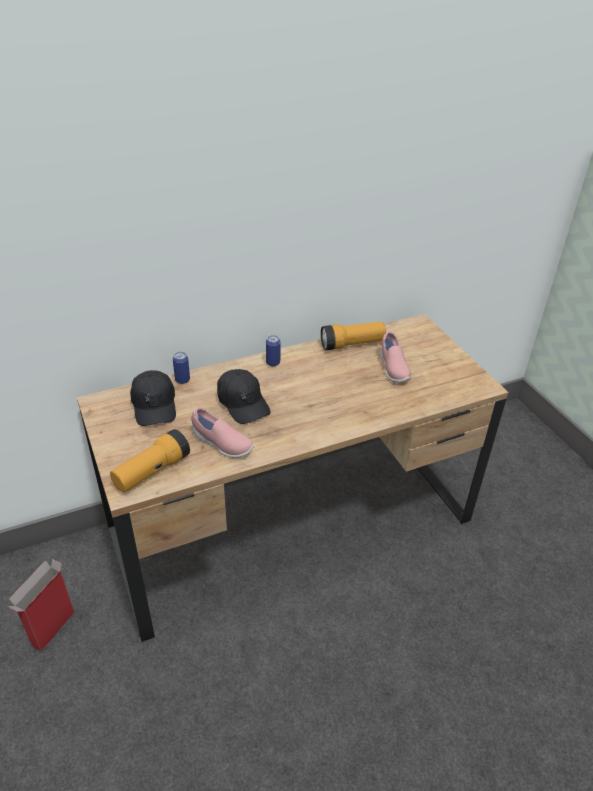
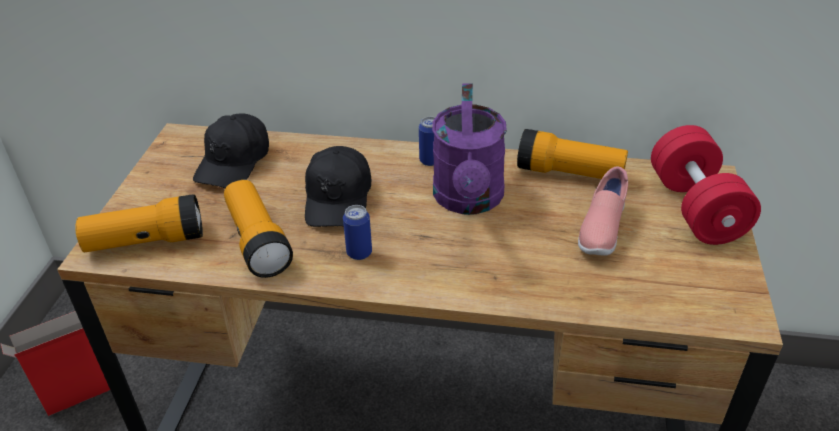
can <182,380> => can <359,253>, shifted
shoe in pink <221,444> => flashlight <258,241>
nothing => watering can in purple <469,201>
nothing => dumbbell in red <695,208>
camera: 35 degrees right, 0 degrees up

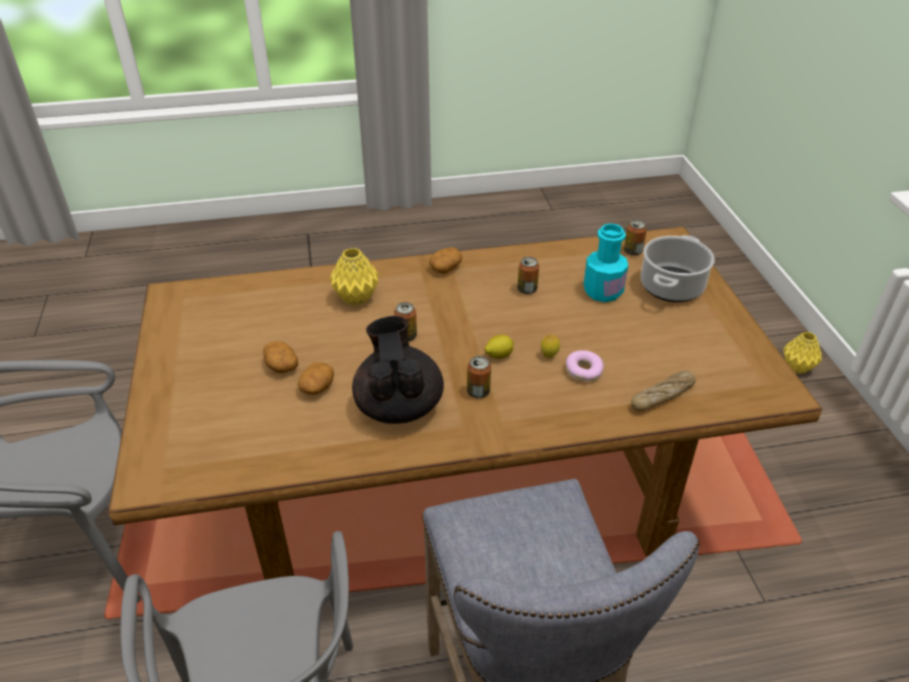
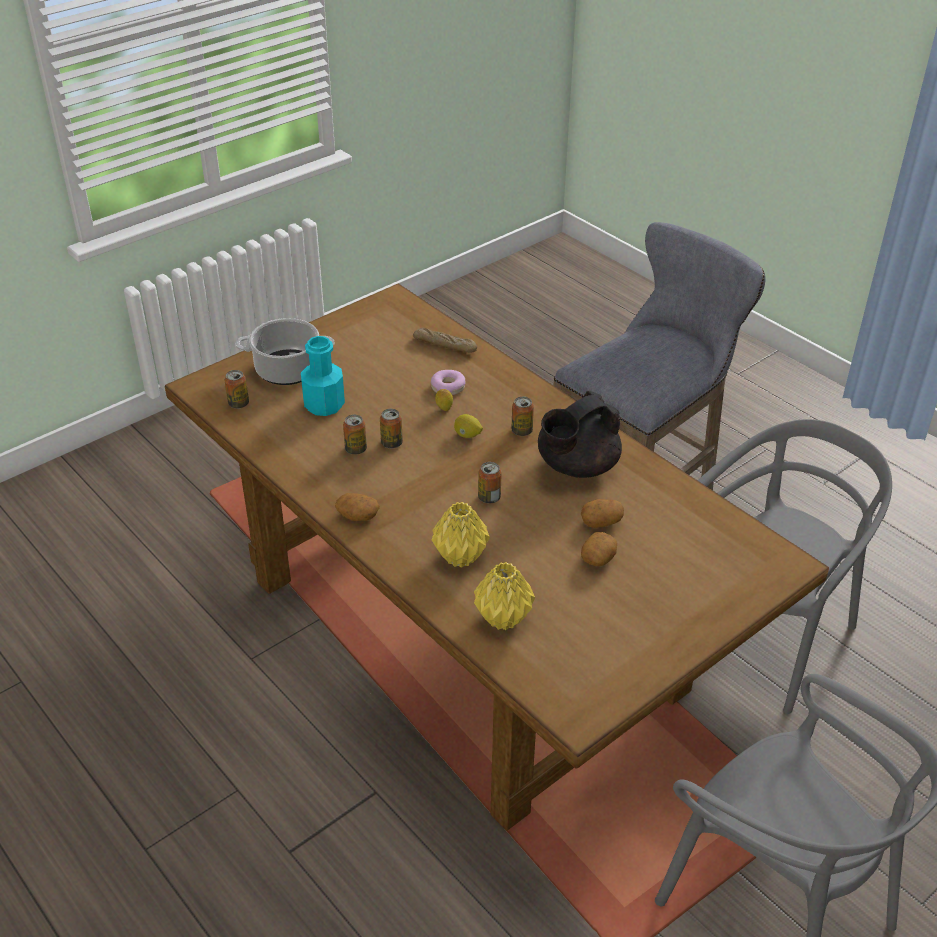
vase in yellow <796,367> => vase in yellow <504,619>, shifted
nothing => can <391,443>
camera: 120 degrees left, 0 degrees up

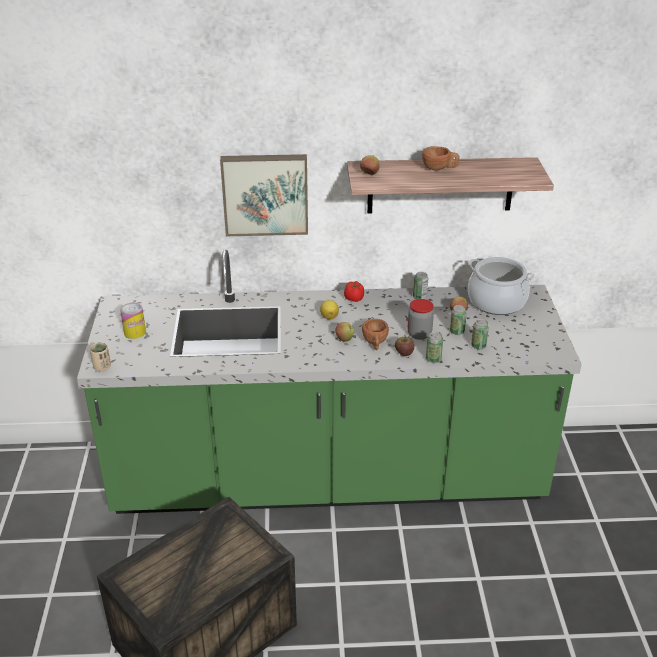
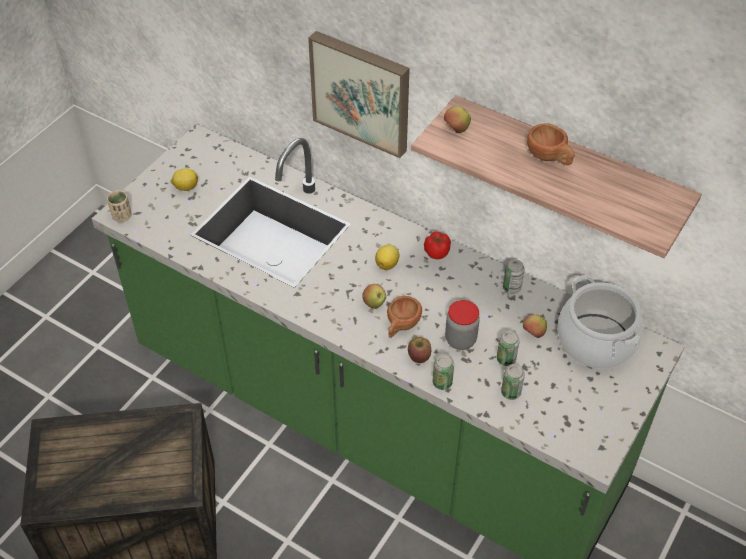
can <135,332> => lemon <185,187>
camera: 35 degrees right, 15 degrees up

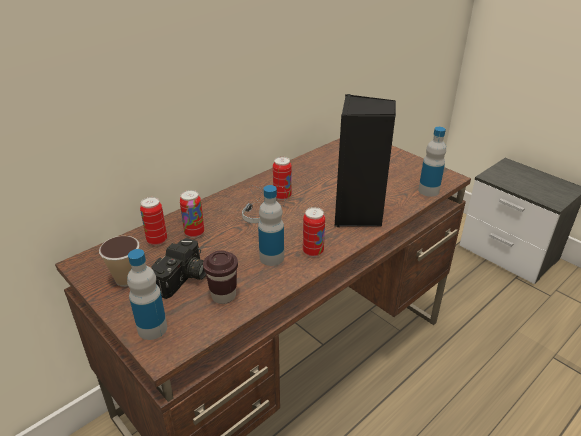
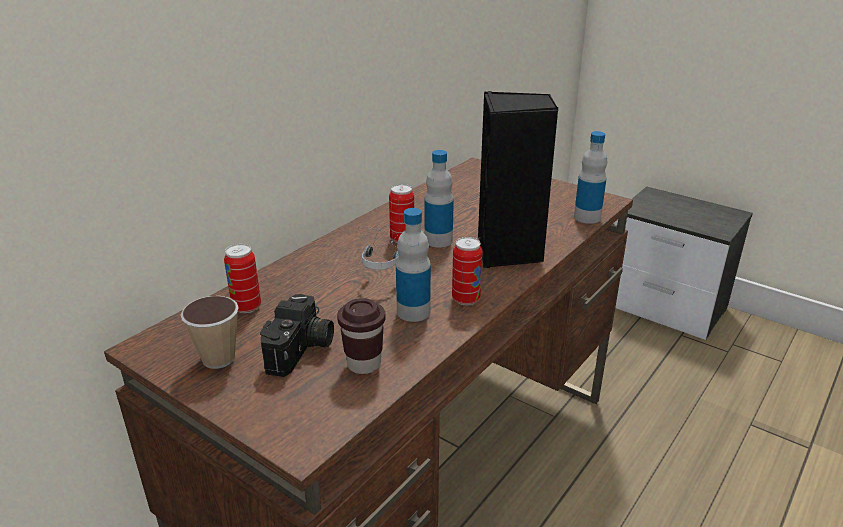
bottle <152,328> => bottle <438,240>, shifted
can <194,233> => nothing
camera: 10 degrees left, 5 degrees down

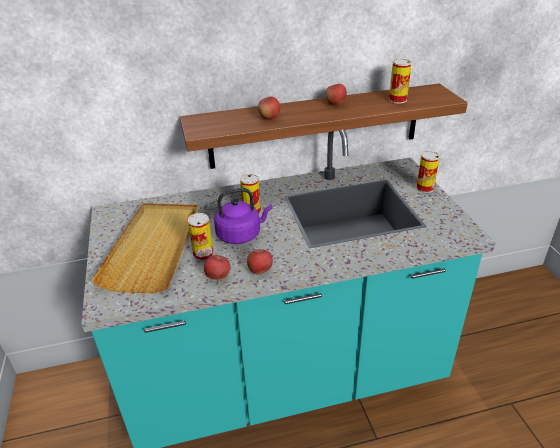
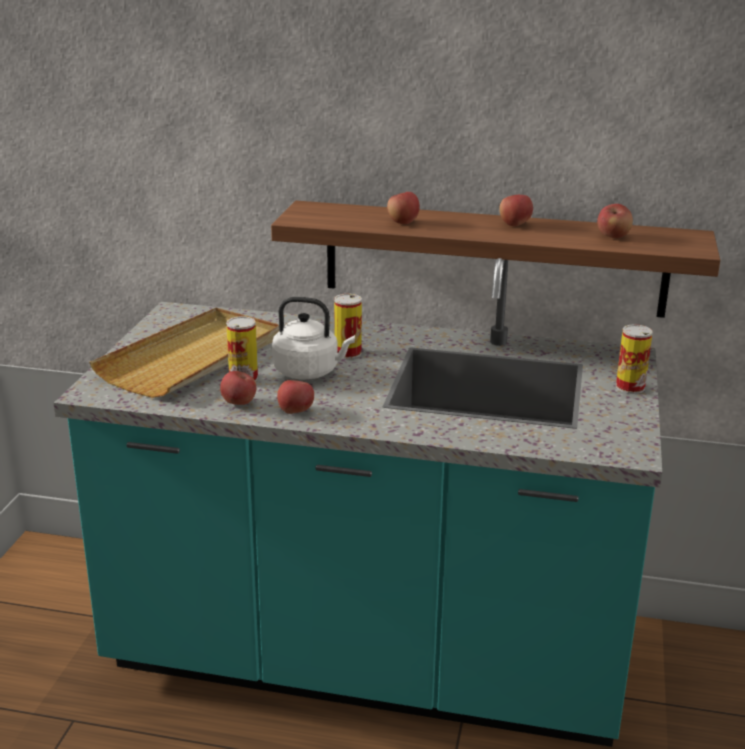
kettle in purple <241,235> => kettle in white <309,372>
can <397,100> => apple <613,237>
camera: 25 degrees right, 10 degrees down

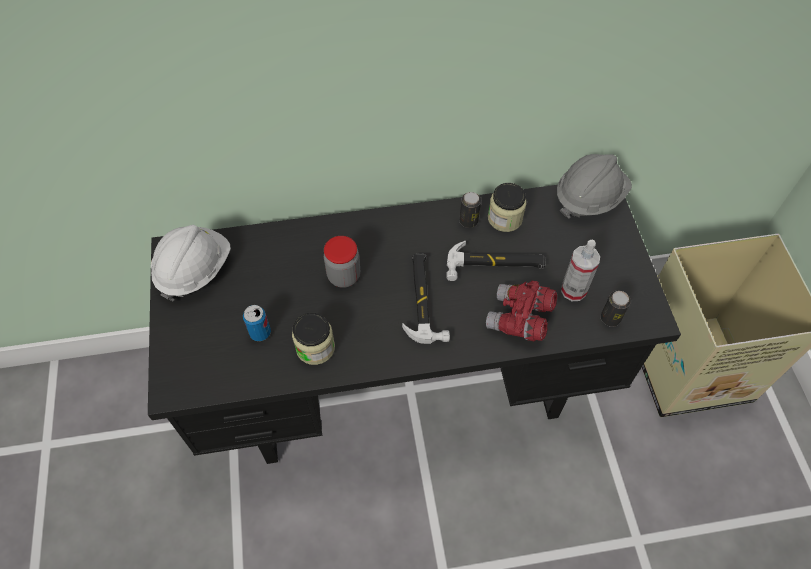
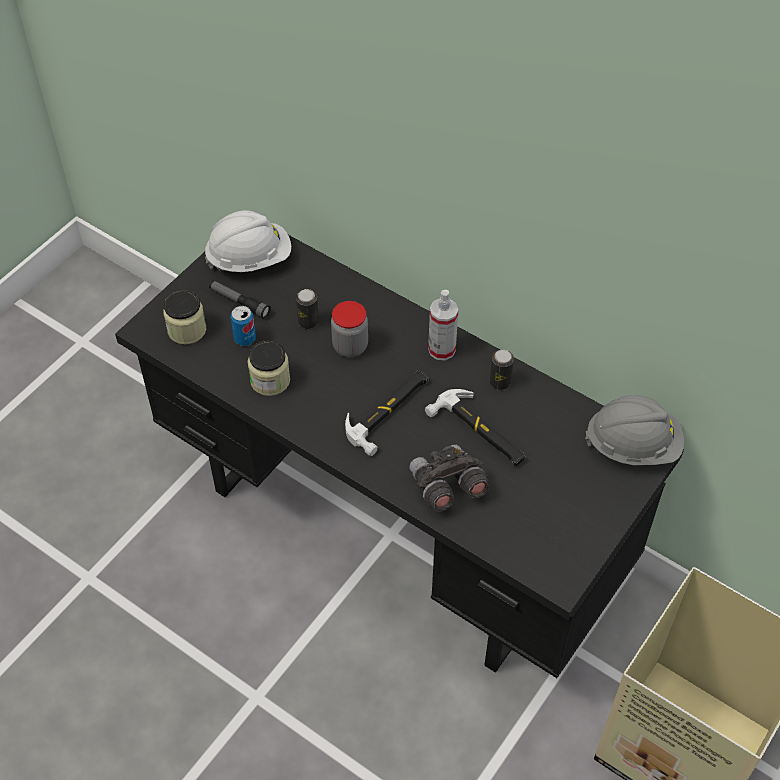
binoculars in red <519,319> => binoculars in grey <447,487>
jar <505,218> => jar <187,330>, shifted
spray bottle <573,290> => spray bottle <442,349>, shifted
can <610,318> => can <308,322>, shifted
nothing => flashlight <239,302>
camera: 45 degrees right, 5 degrees down

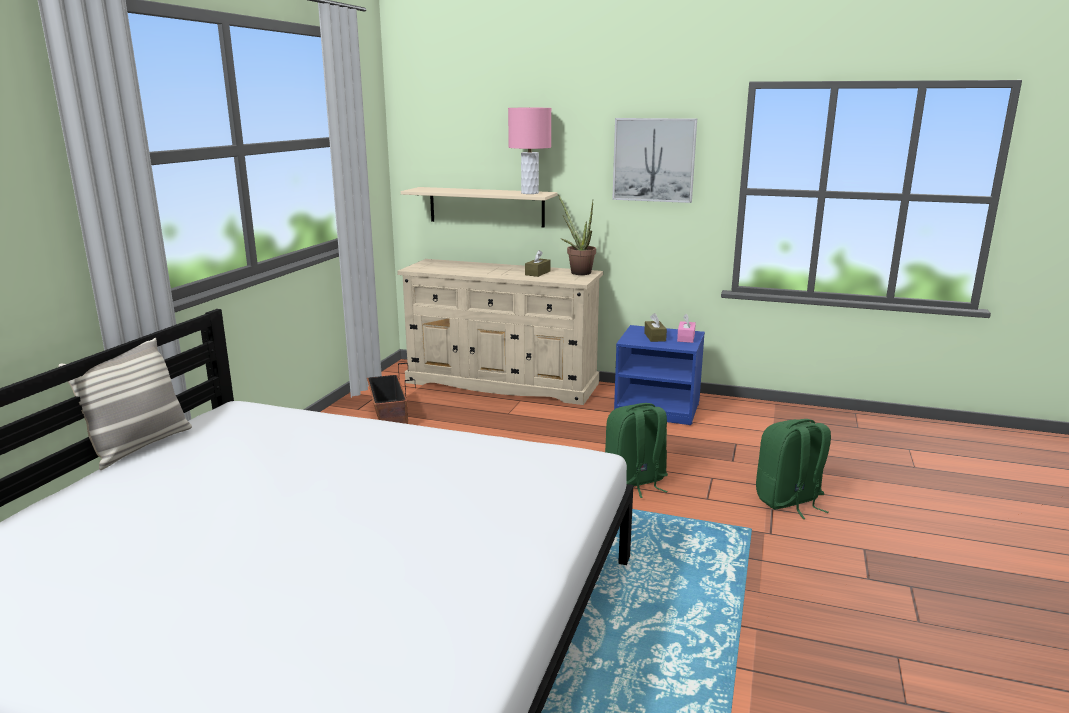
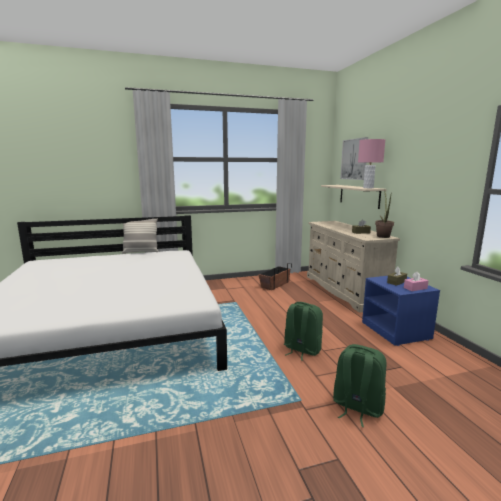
picture <654,160> => picture <354,159>, shifted
camera: 55 degrees right, 5 degrees down

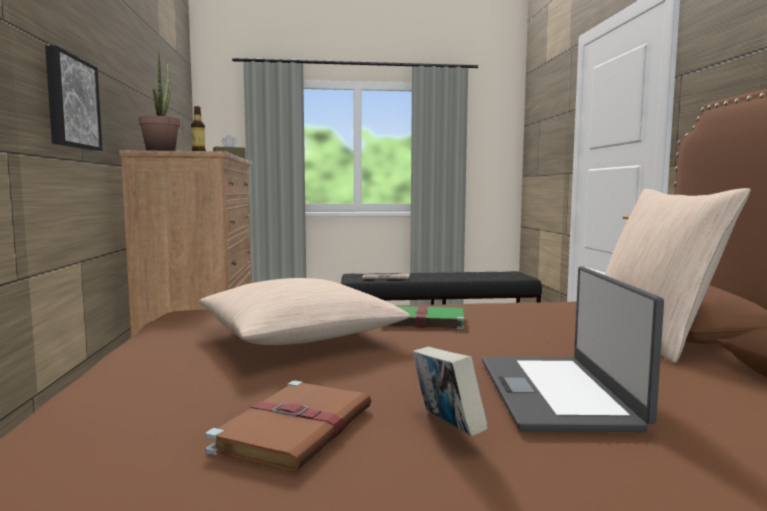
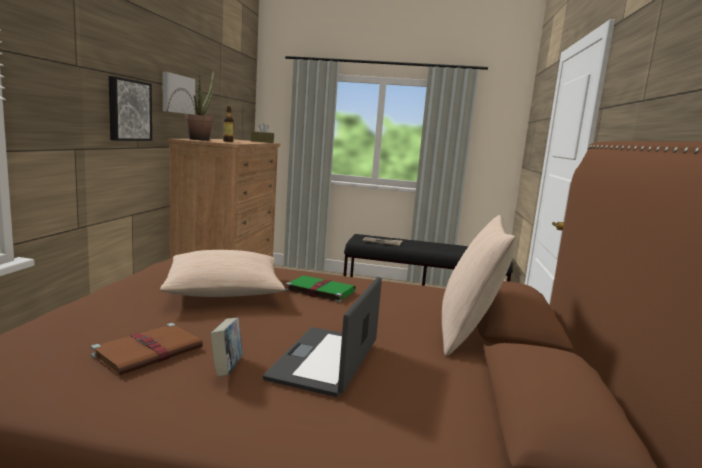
nothing => picture <177,94>
camera: 15 degrees right, 5 degrees up

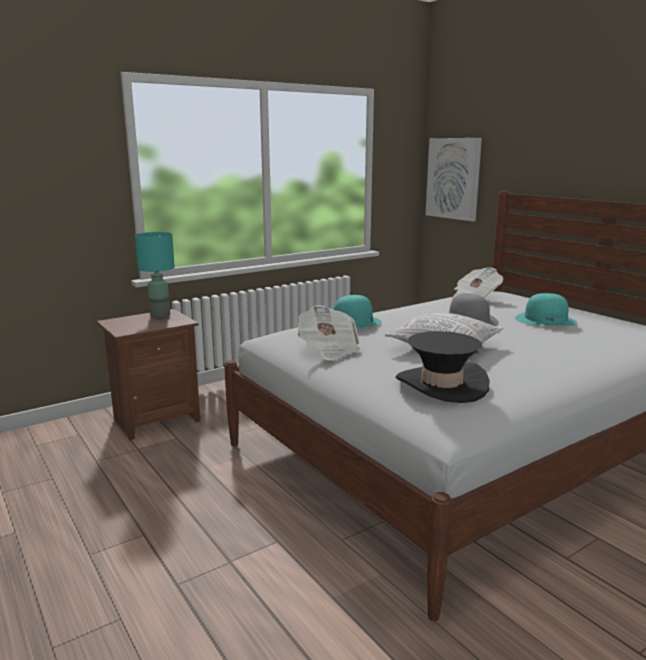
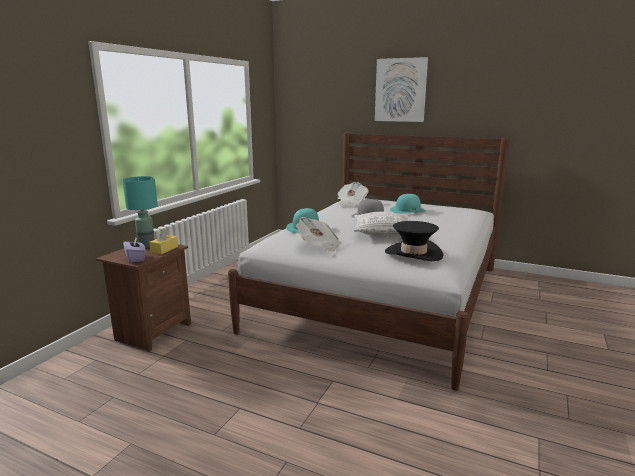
picture <453,178> => picture <400,90>, shifted
nothing => tissue box in purple <135,258>
nothing => tissue box in yellow <164,249>
camera: 30 degrees left, 0 degrees up

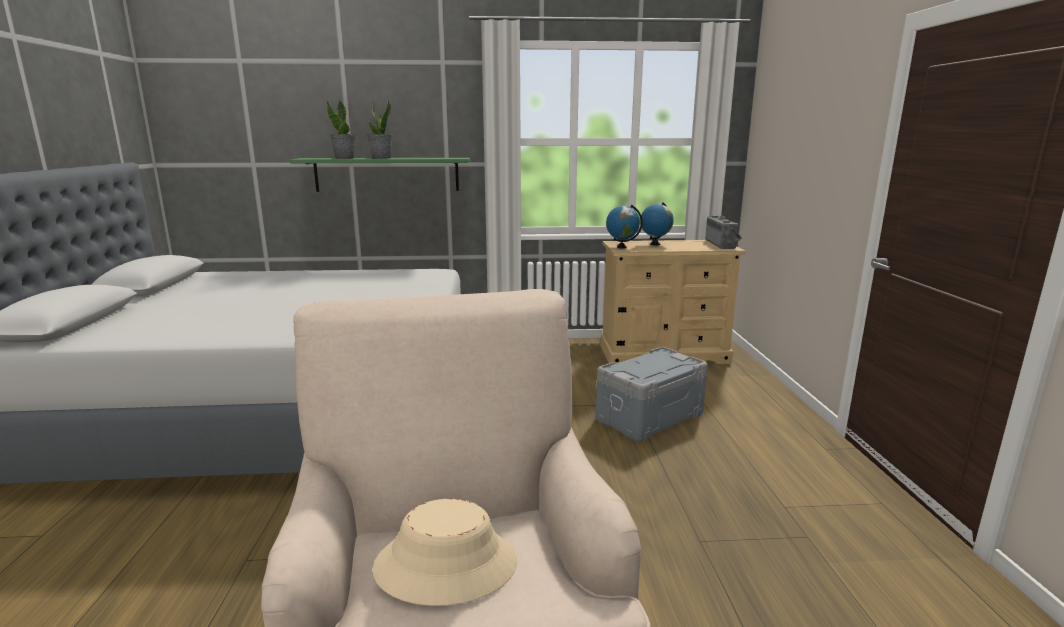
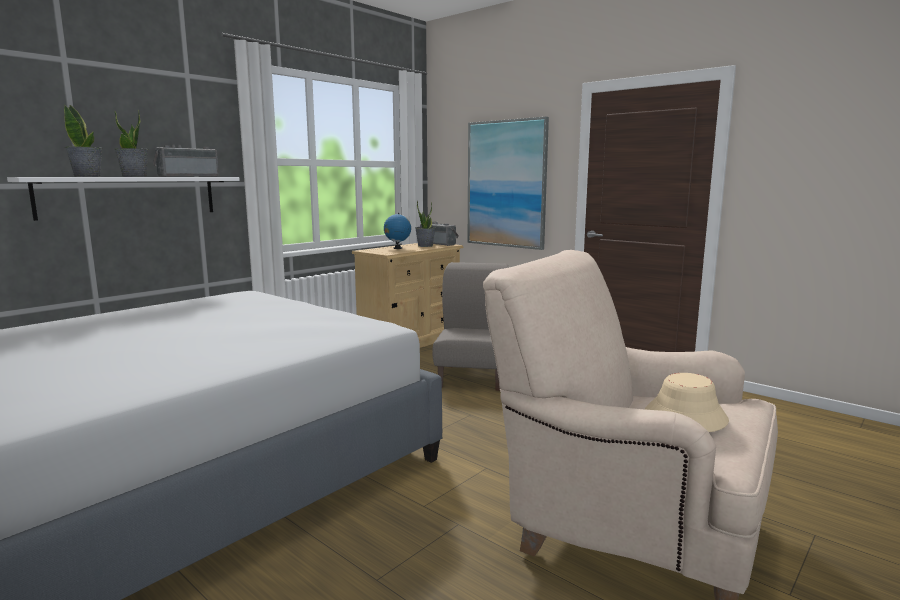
shelf in green <387,174> => shelf in white <130,196>
storage box in grey <650,417> => chair in grey <473,377>
globe <621,247> => nothing
nothing => radio <187,176>
nothing => potted plant <425,246>
nothing => picture <506,184>
camera: 45 degrees left, 5 degrees down

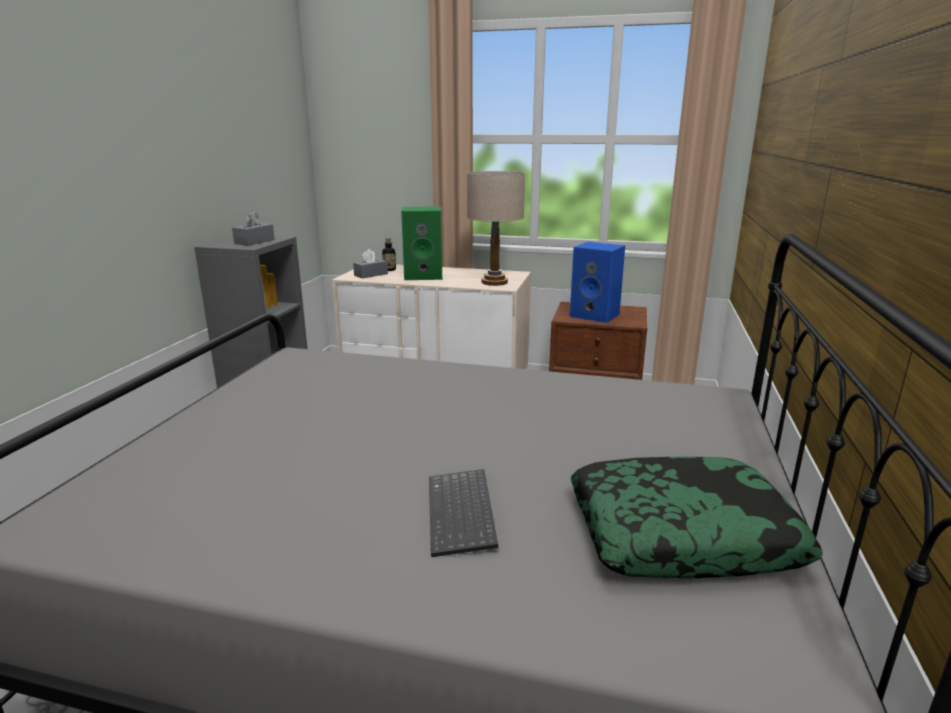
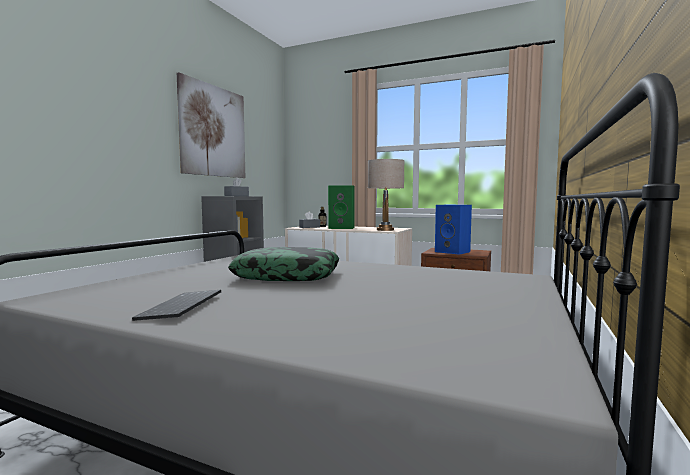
keyboard <463,514> => keyboard <183,307>, shifted
pillow <681,533> => pillow <288,275>, shifted
nothing => picture <213,131>
camera: 10 degrees right, 15 degrees down

